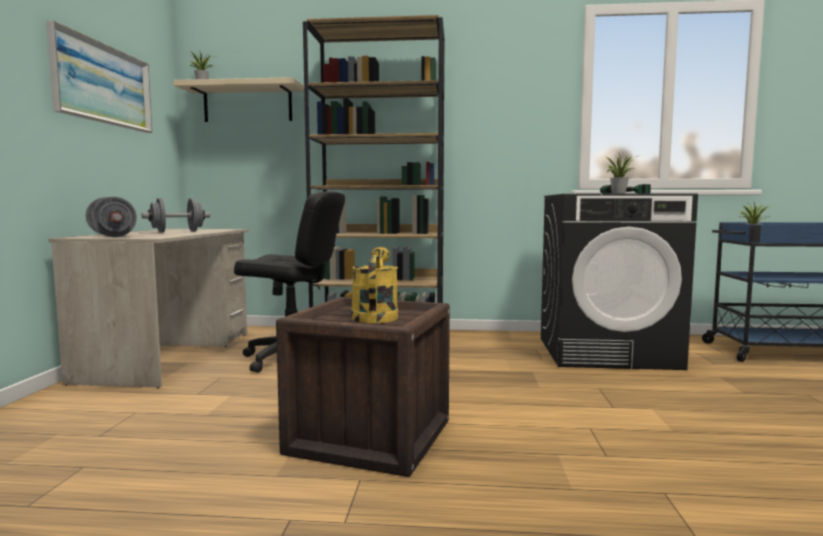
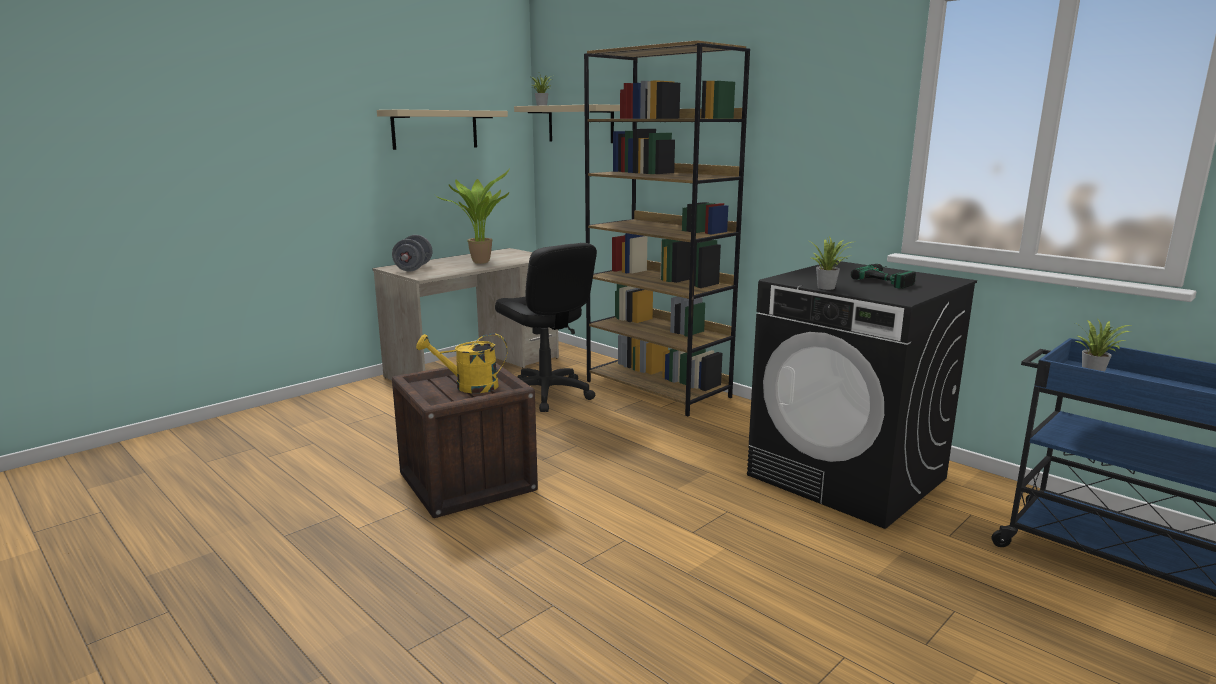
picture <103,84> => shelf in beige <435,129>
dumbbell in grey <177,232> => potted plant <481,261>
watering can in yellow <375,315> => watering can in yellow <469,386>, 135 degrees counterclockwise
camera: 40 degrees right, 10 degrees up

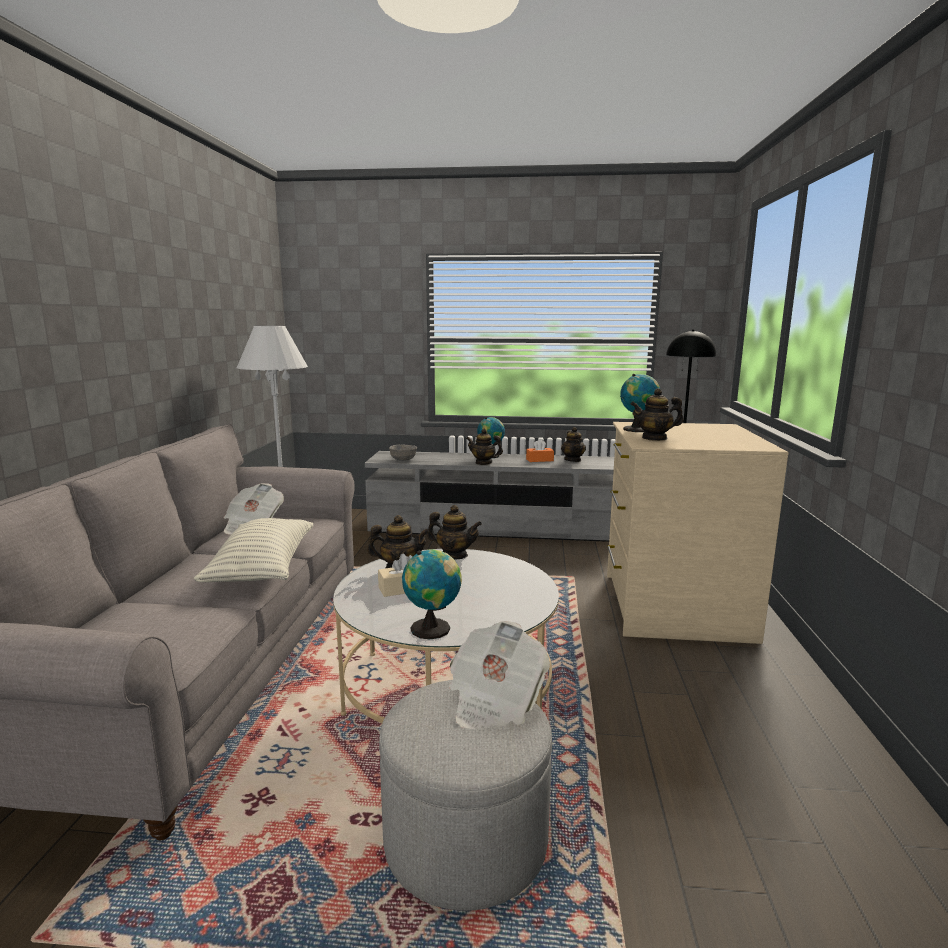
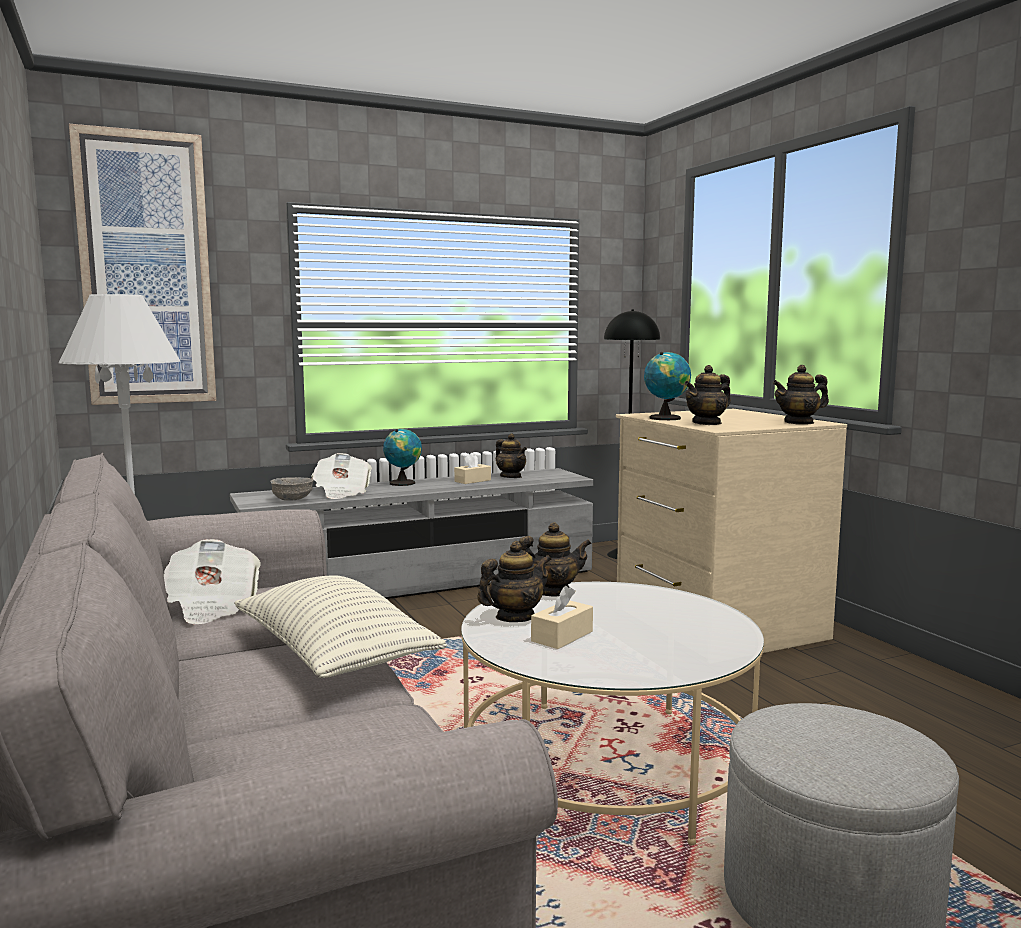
globe <433,629> => nothing
newspaper <494,700> => newspaper <342,493>, shifted
teapot <483,463> => teapot <799,422>, shifted
tissue box in orange <539,460> => tissue box in beige <472,481>
nothing => picture <146,270>
camera: 30 degrees left, 5 degrees down

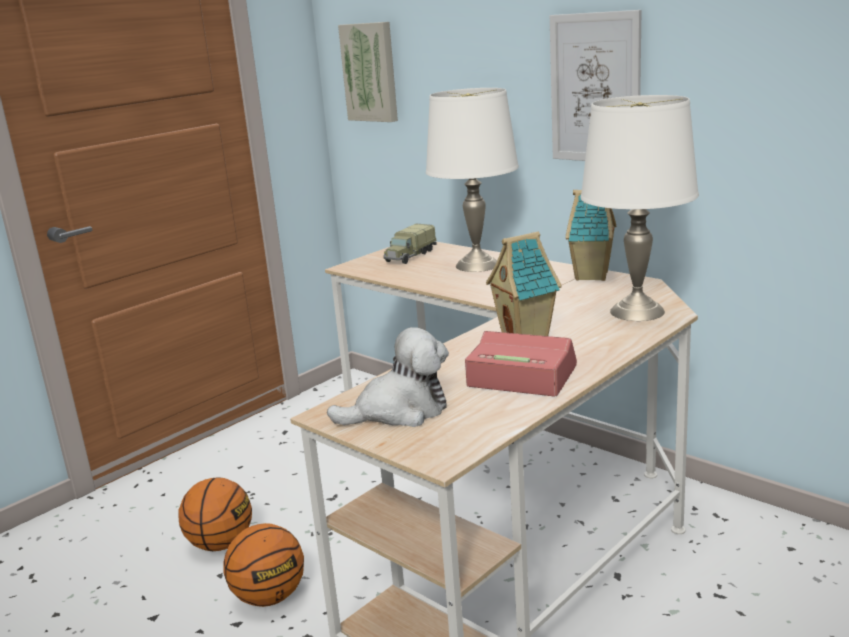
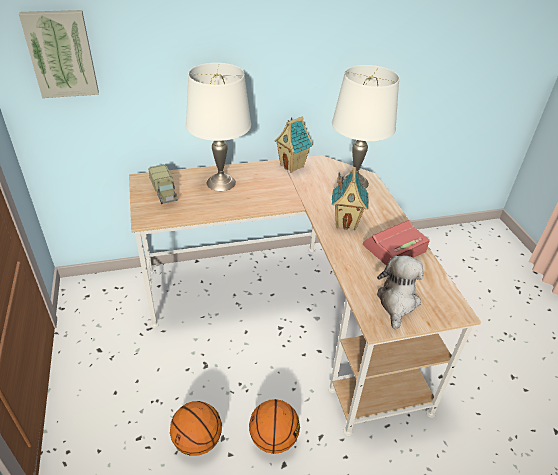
picture <595,88> => nothing
camera: 60 degrees left, 20 degrees up

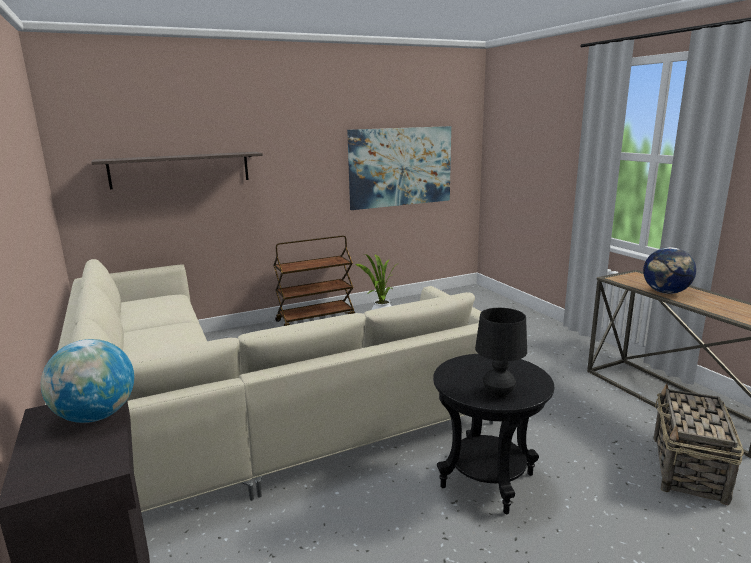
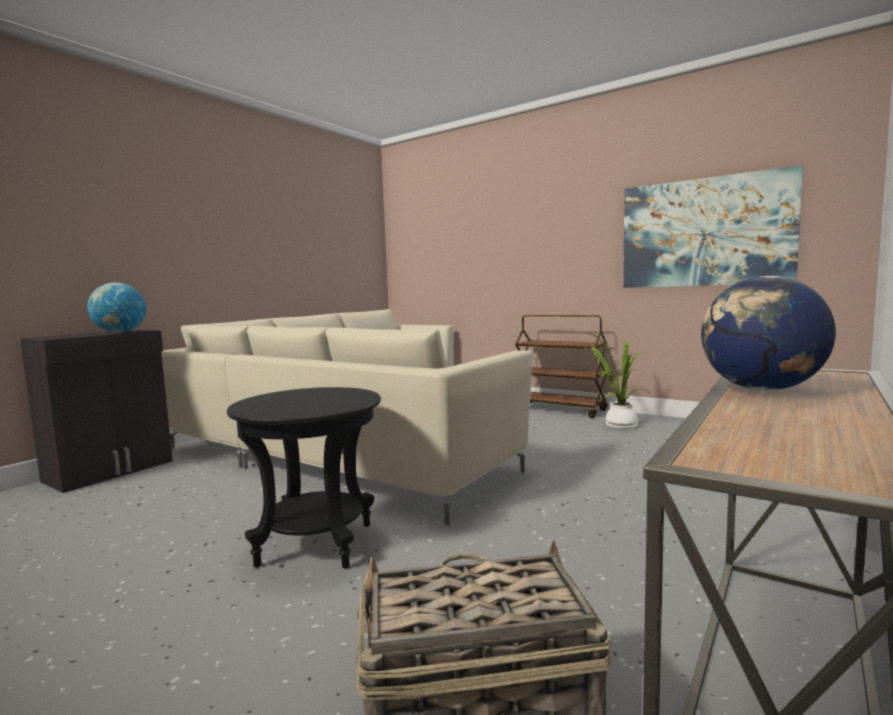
shelf <180,169> => nothing
table lamp in black <498,393> => nothing
camera: 60 degrees right, 10 degrees down

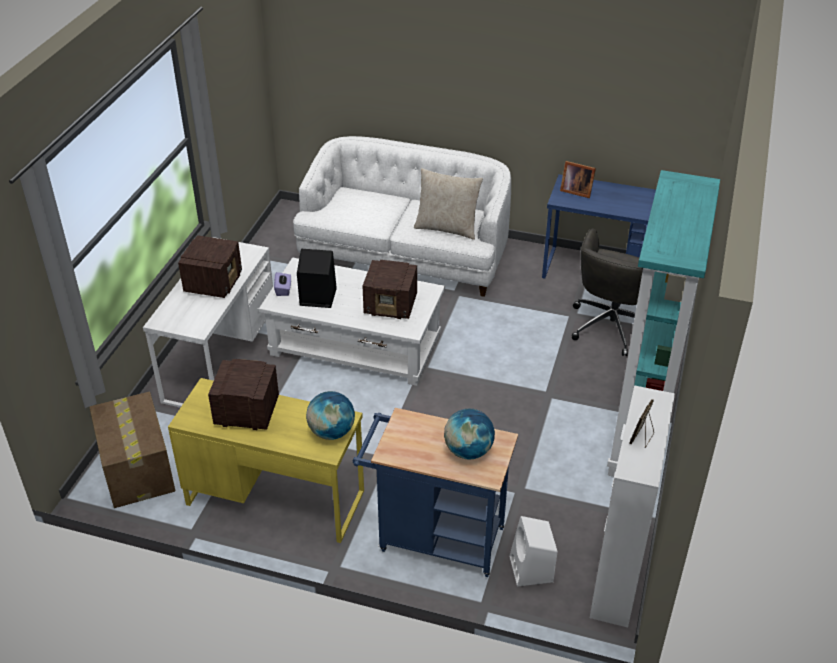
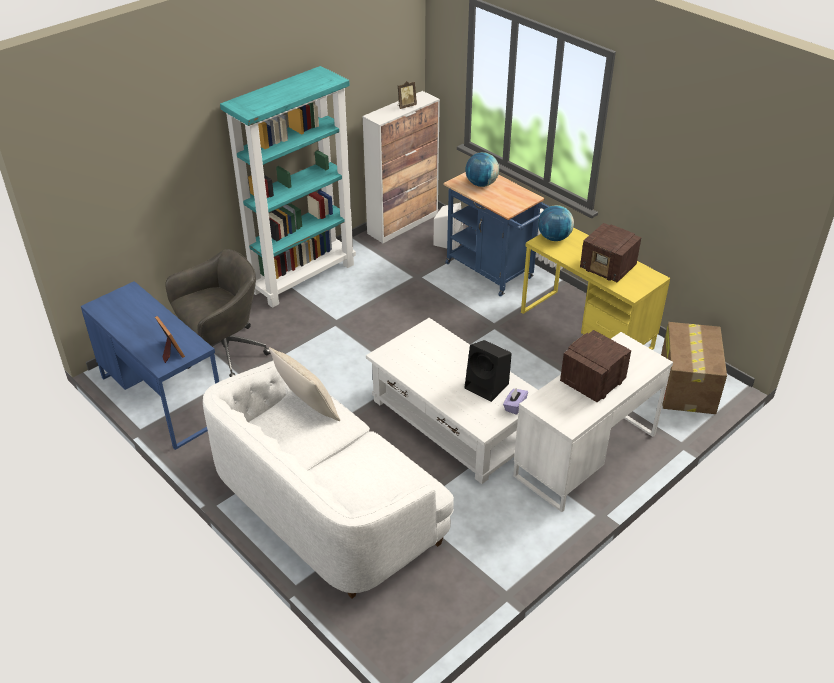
radio <391,305> => nothing
camera: 150 degrees left, 0 degrees up

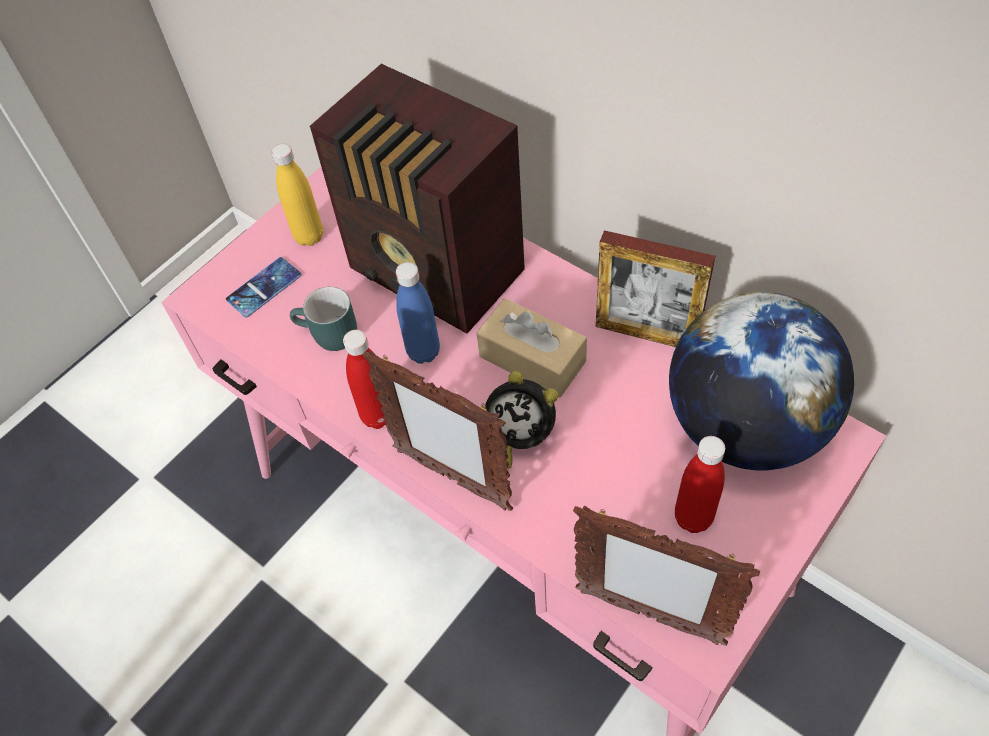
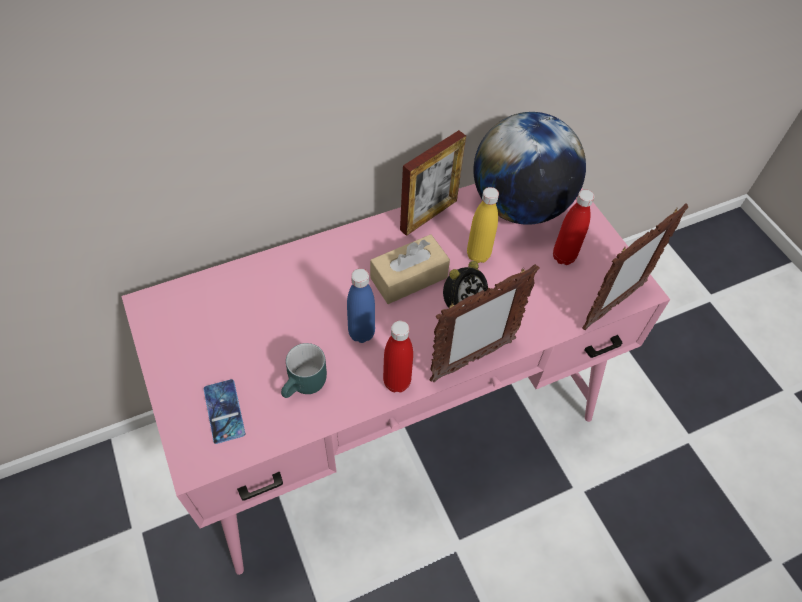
bottle in yellow <309,236> => bottle in yellow <478,255>, shifted
radio <437,274> => nothing
camera: 70 degrees left, 0 degrees up

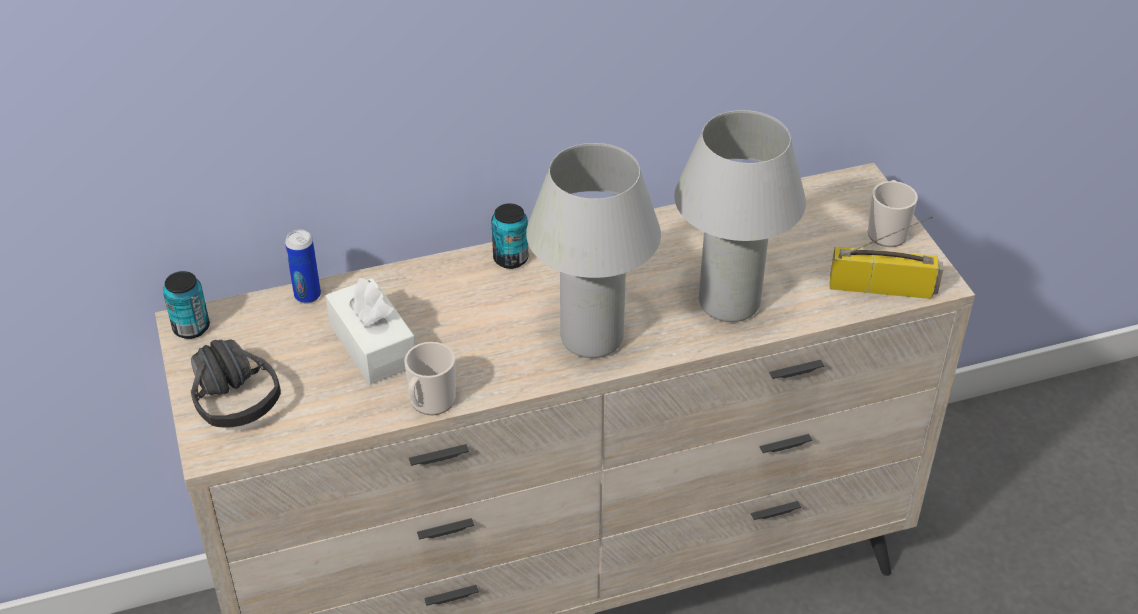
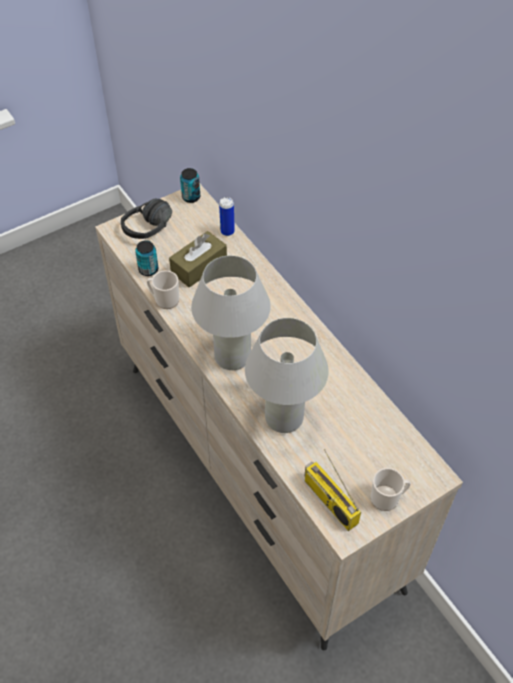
tissue box in white <373,345> => tissue box in brown <199,266>
can <510,259> => can <148,269>, shifted
radio <883,287> => radio <329,501>, 150 degrees clockwise
camera: 75 degrees right, 10 degrees up

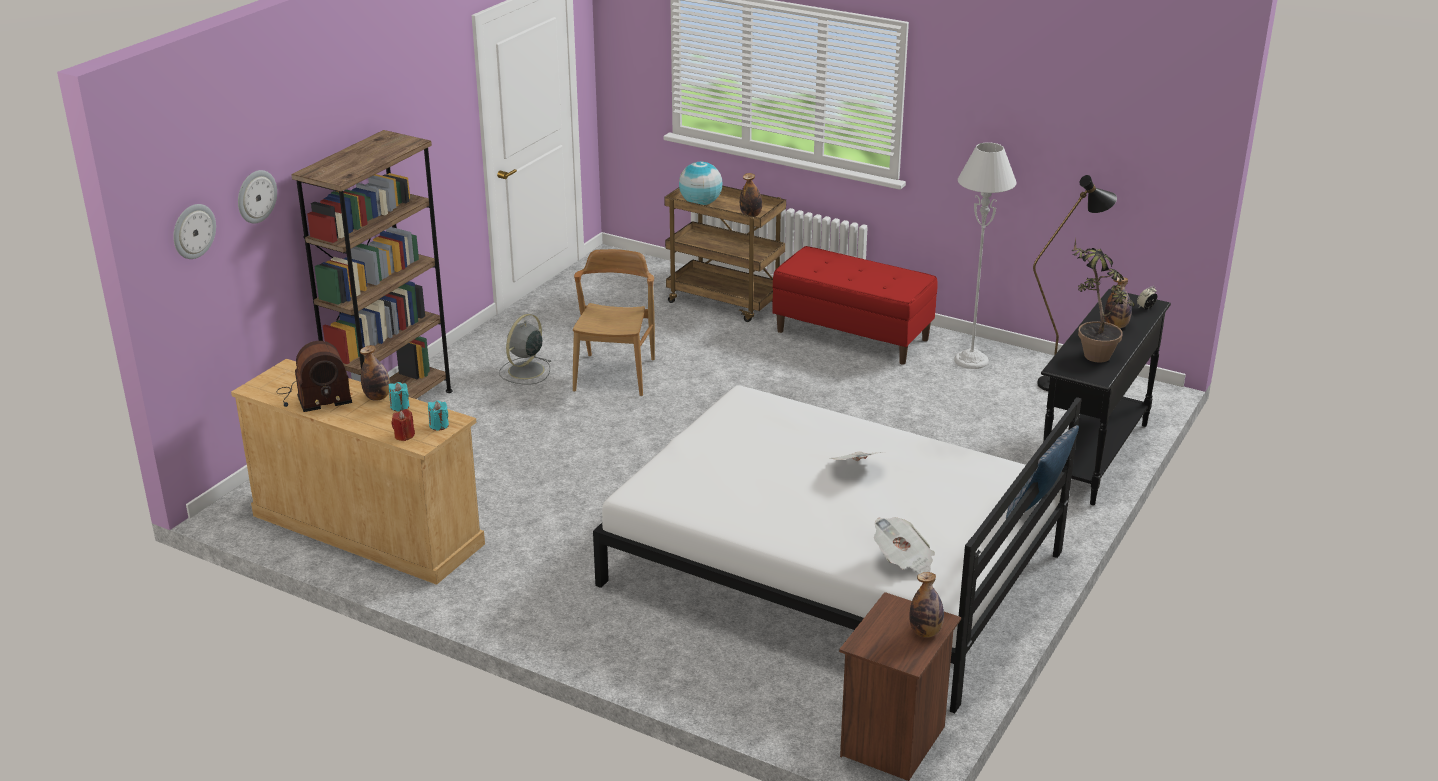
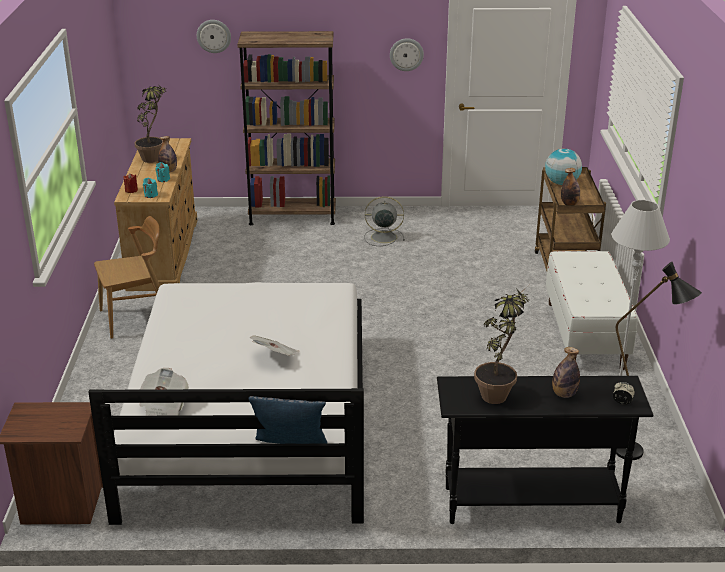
wall clock <193,231> => wall clock <406,54>, shifted
radio <314,397> => potted plant <154,157>
chair in brown <615,375> => chair in brown <137,318>, shifted
bench in red <852,335> => bench in white <585,335>
bottle <925,632> => nothing
camera: 60 degrees right, 0 degrees up

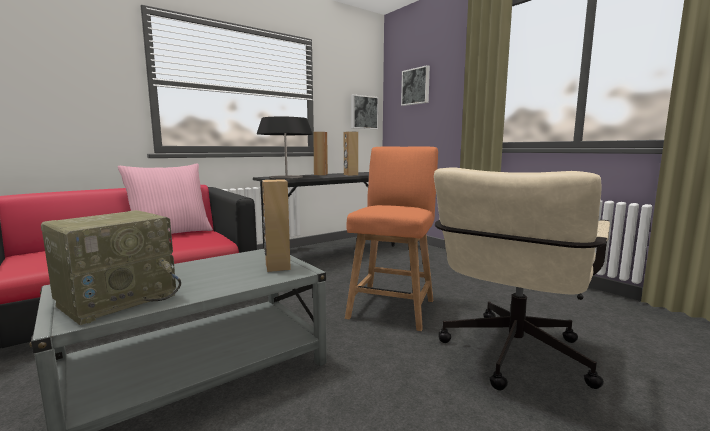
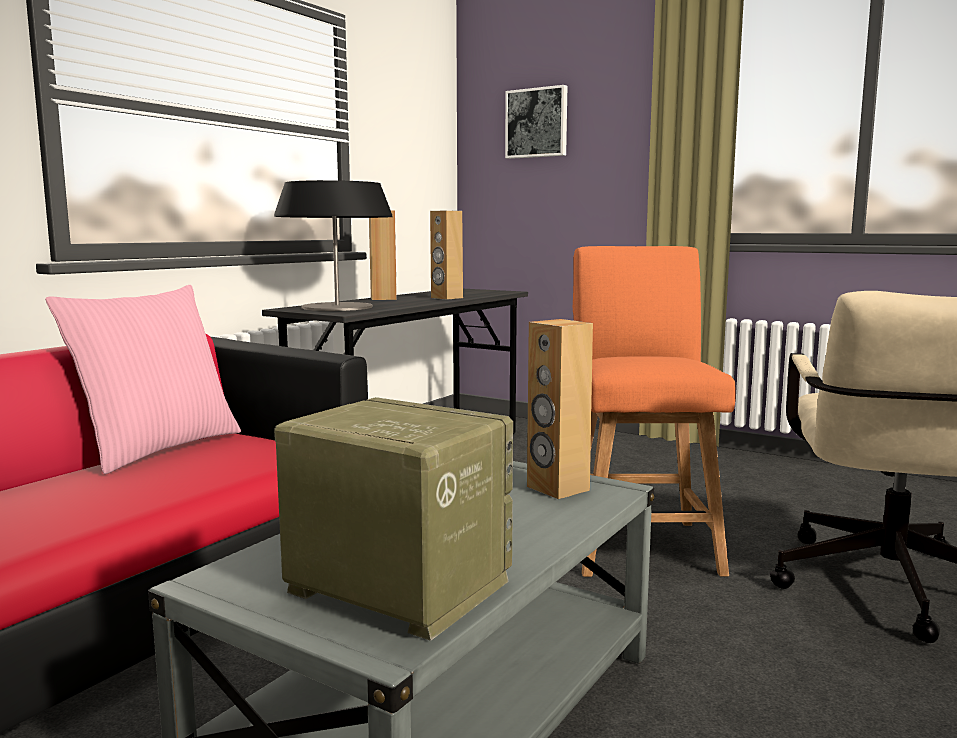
radio <118,299> => radio <394,587>, 75 degrees counterclockwise
picture <363,112> => nothing
camera: 20 degrees left, 0 degrees up

